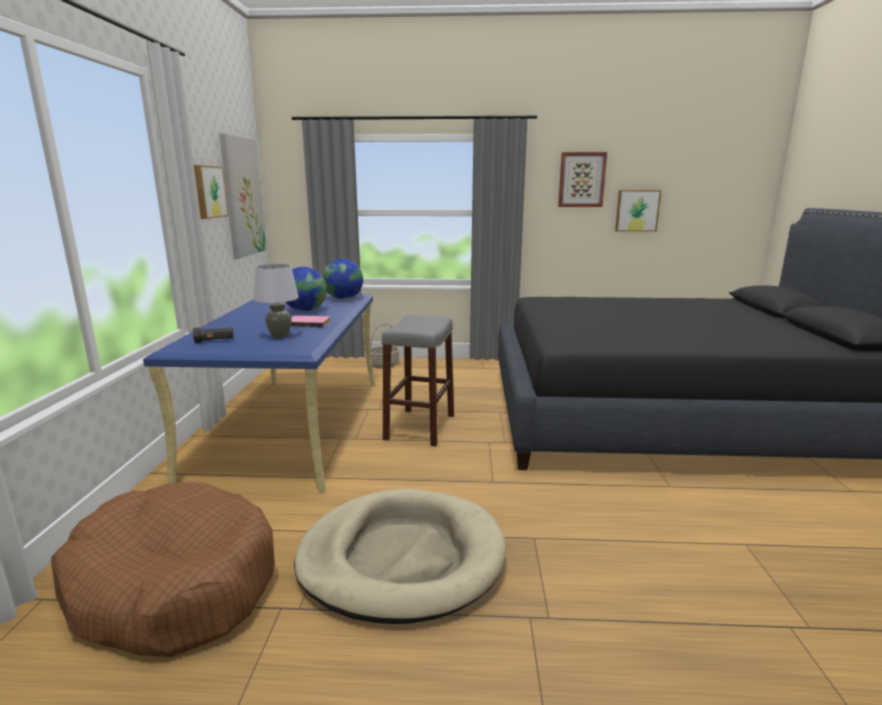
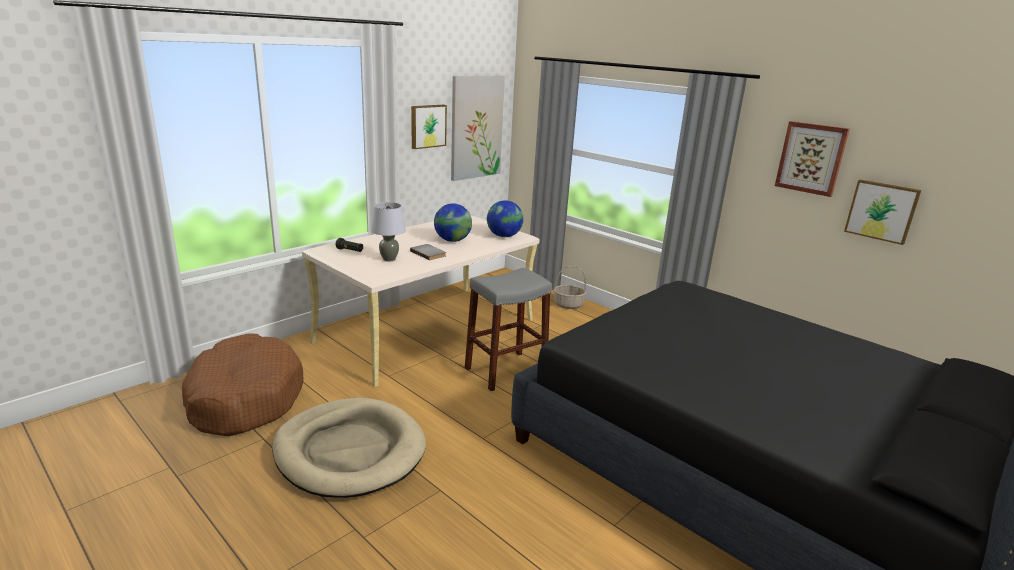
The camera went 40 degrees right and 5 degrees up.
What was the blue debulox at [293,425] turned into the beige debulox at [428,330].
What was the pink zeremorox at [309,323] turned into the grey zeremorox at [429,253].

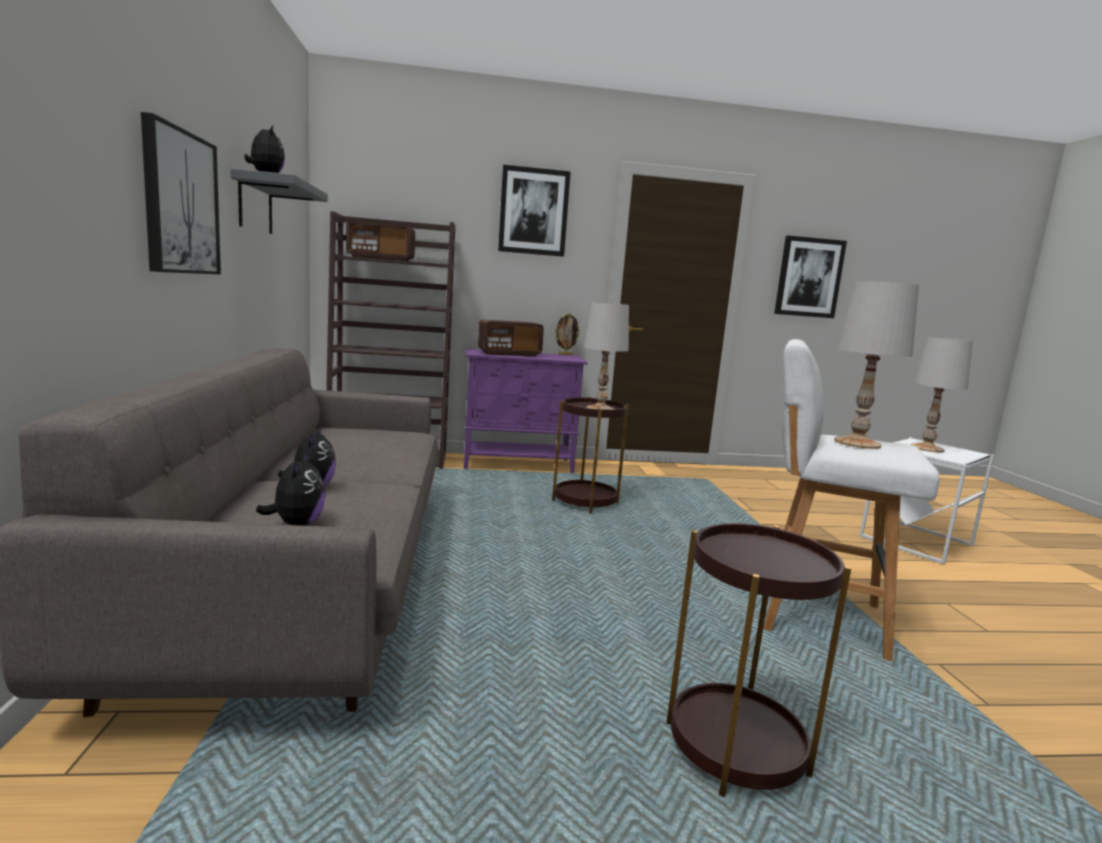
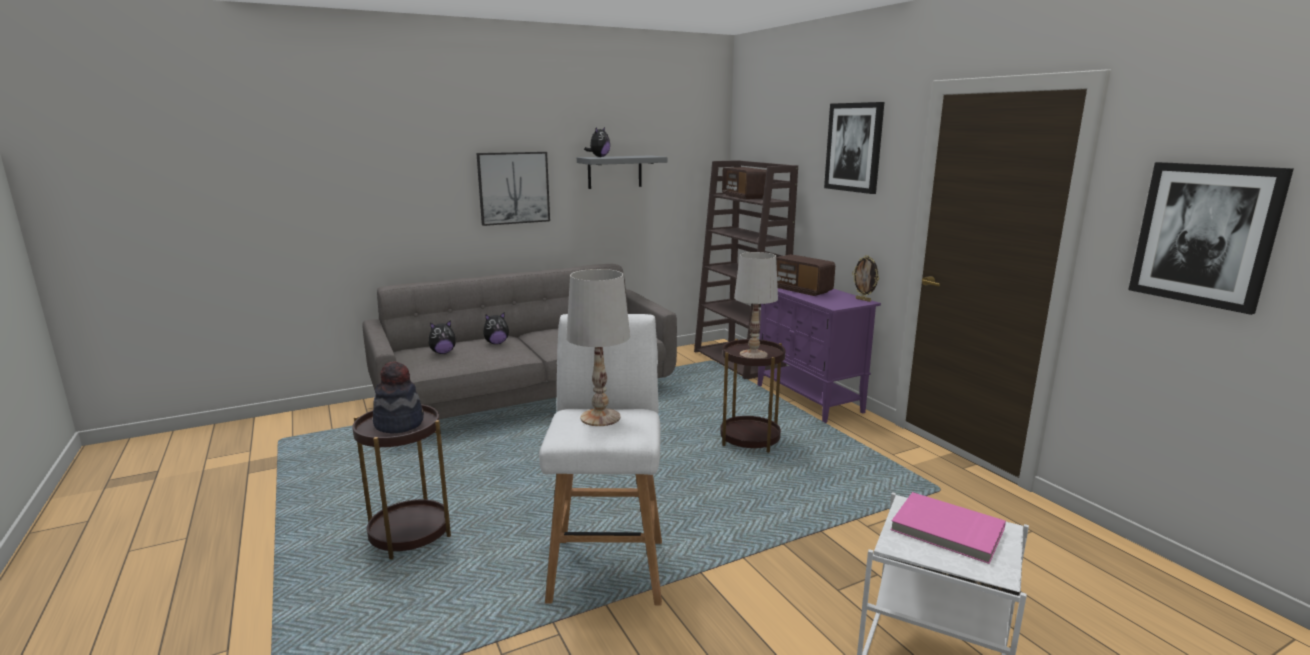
The camera went 70 degrees right and 5 degrees up.
The second view gained the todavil at [399,423].
Where the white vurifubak stood at [927,448], the pink zeremorox came to stand at [946,530].

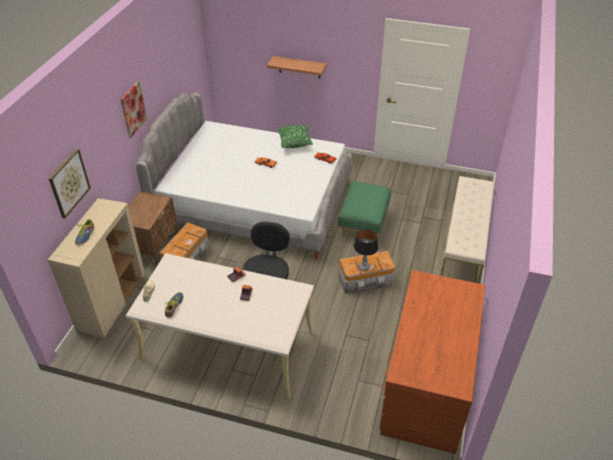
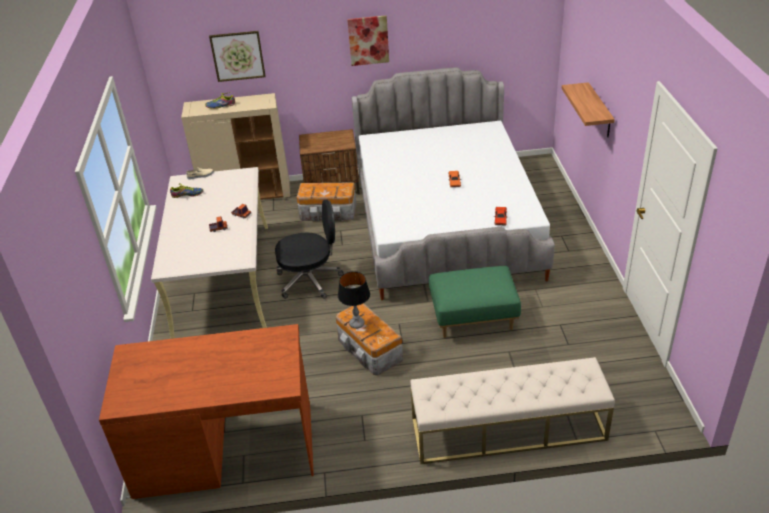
The camera went 70 degrees right and 5 degrees down.
The second view lost the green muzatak at [294,144].

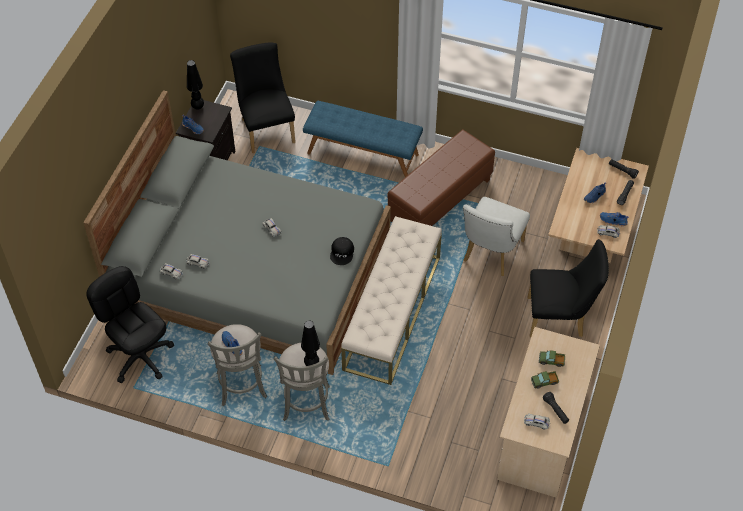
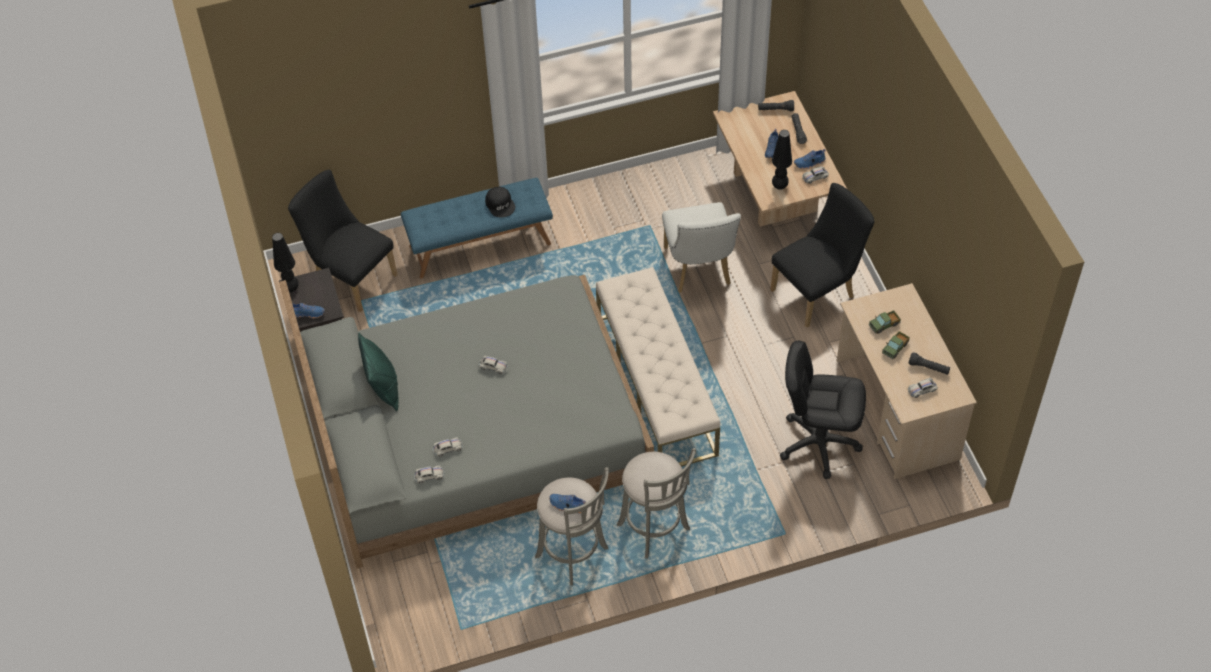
The camera went 35 degrees left and 0 degrees up.
The second view gained the green muzatak at [383,388].
The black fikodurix ended up elsewhere, having gone from [342,253] to [500,204].
The black vurifubak ended up elsewhere, having gone from [312,364] to [779,186].
The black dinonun ended up elsewhere, having gone from [140,356] to [818,443].
The second view lost the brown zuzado at [440,200].

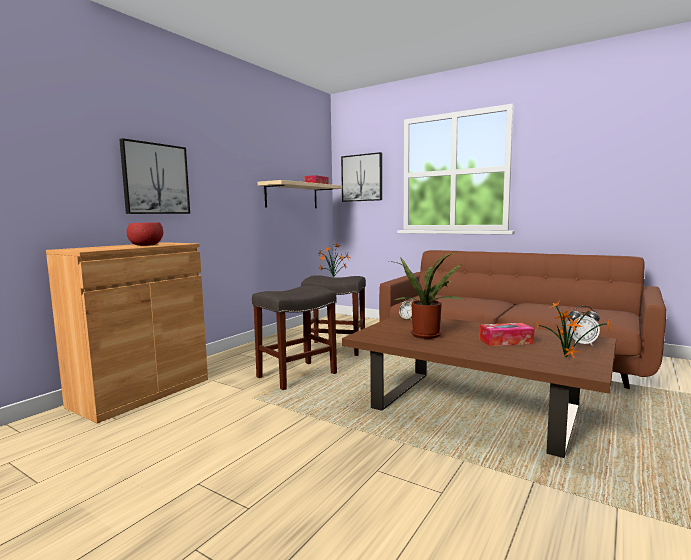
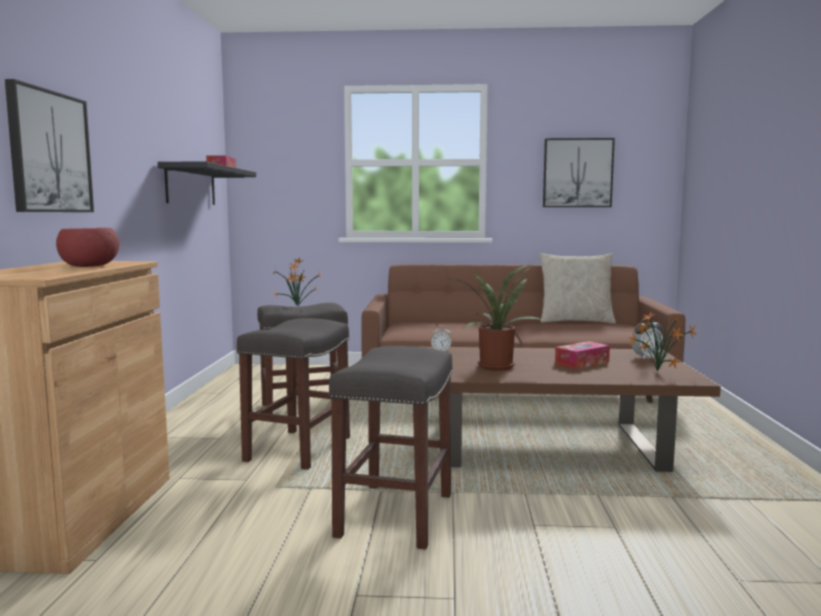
The camera went 30 degrees left and 0 degrees up.
What was the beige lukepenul at [292,196] turned into the black lukepenul at [191,185].
The second view gained the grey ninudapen at [395,514].
The second view gained the beige muzatak at [575,321].
The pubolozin ended up elsewhere, having gone from [362,178] to [577,173].

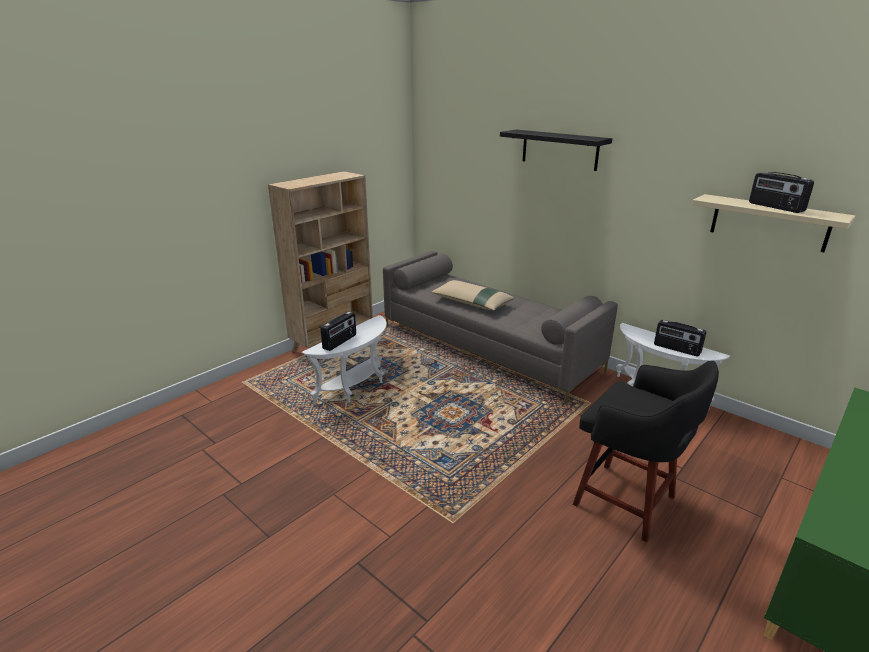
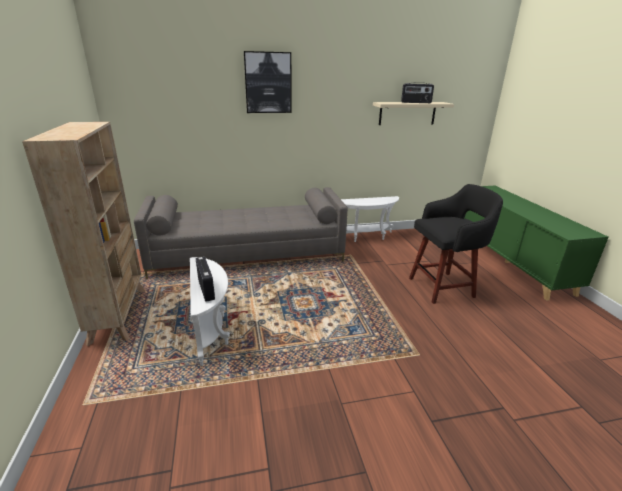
The camera went 55 degrees left and 0 degrees up.
Where the black lukepenul hung at [559,149], the pubolozin came to hang at [268,83].
The second view lost the beige muzatak at [471,302].
The second view lost the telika at [676,349].

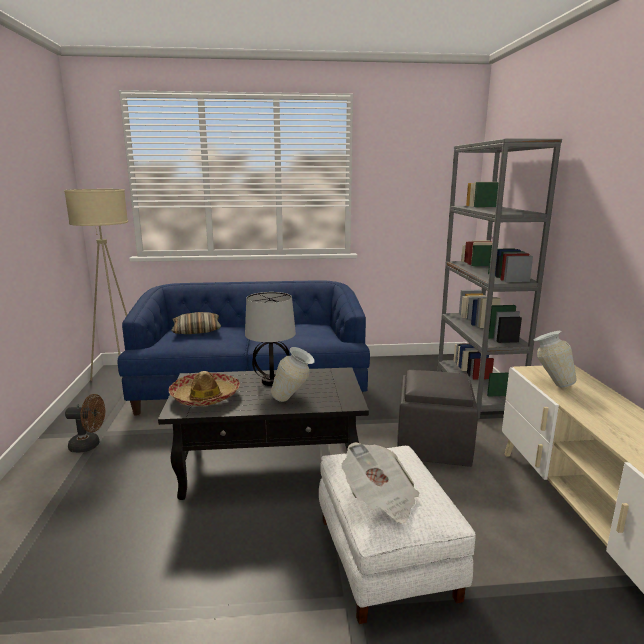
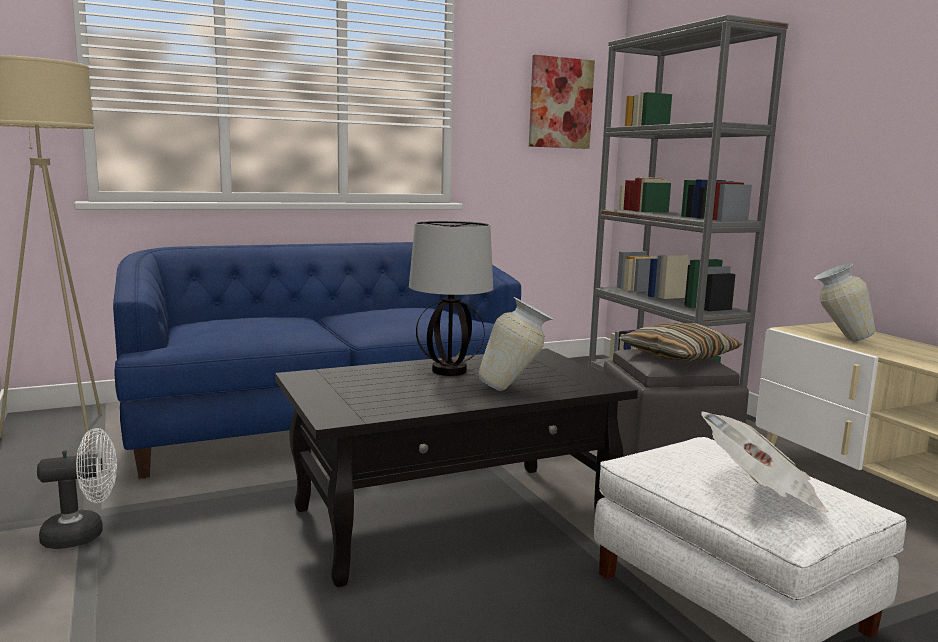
The camera went 20 degrees left and 5 degrees down.
What was the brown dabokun at [89,445] turned into the white dabokun at [83,534].
The second view gained the pubolozin at [560,103].
The muzatak ended up elsewhere, having gone from [196,330] to [678,356].
The second view lost the todavil at [205,396].

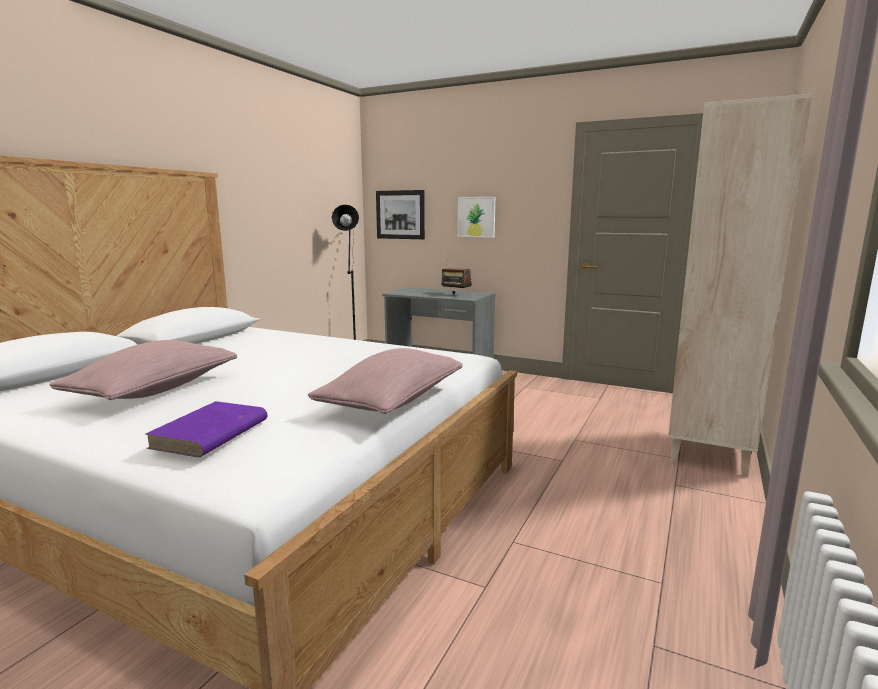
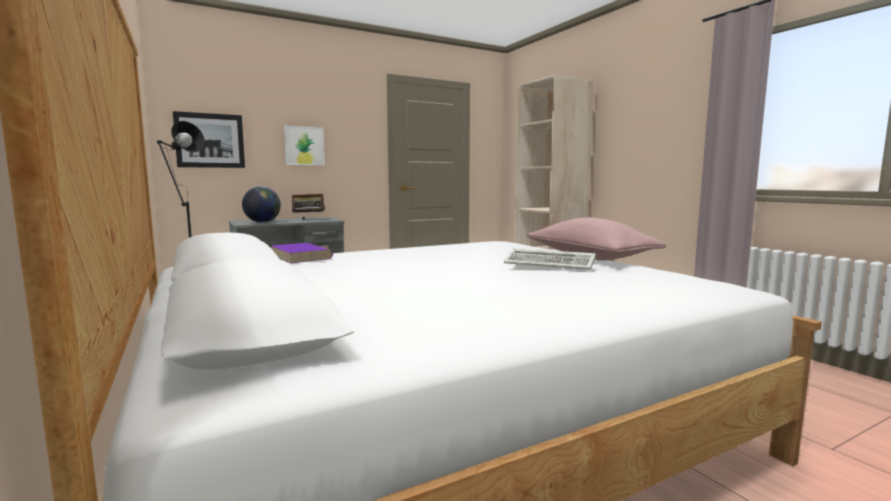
The camera went 55 degrees left and 5 degrees down.
The second view gained the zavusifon at [262,222].
The purple zeremorox ended up elsewhere, having gone from [210,434] to [301,257].
The second view gained the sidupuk at [551,263].
The second view lost the pink muzatak at [155,390].

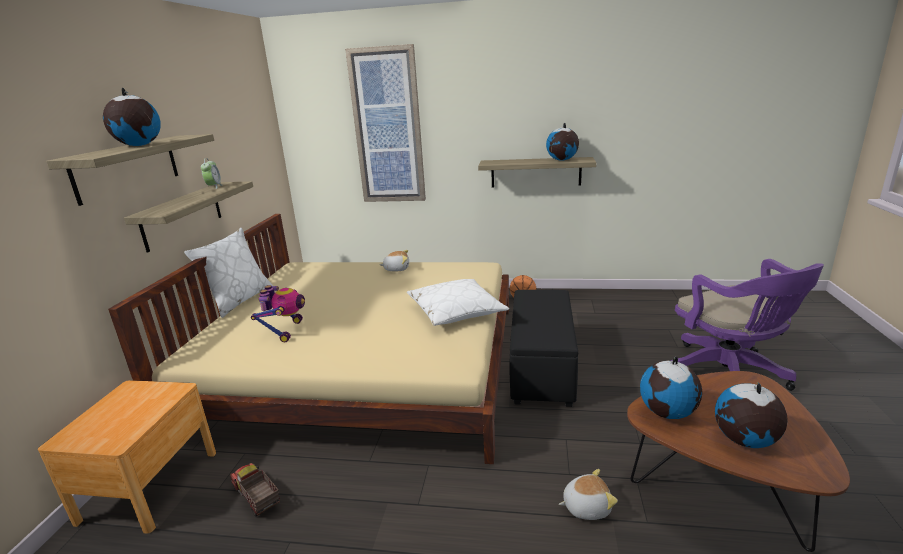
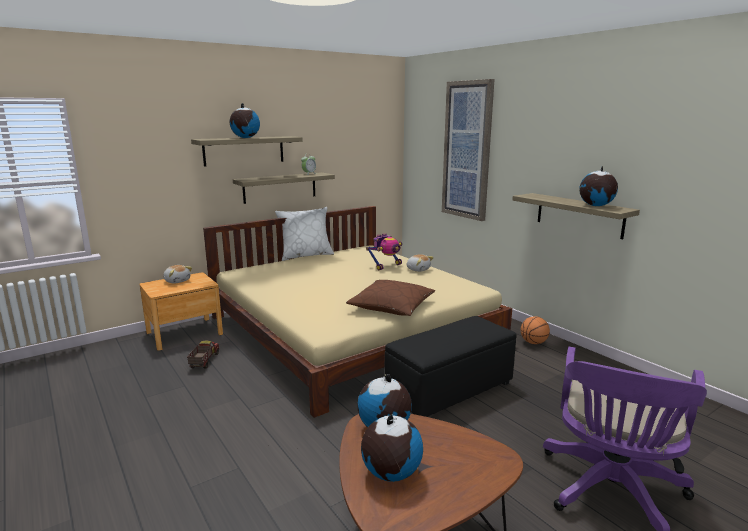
The camera went 45 degrees right and 5 degrees down.
The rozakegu ended up elsewhere, having gone from [586,506] to [177,281].
What was the white muzatak at [456,311] turned into the brown muzatak at [392,306].
The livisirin ended up elsewhere, having gone from [286,331] to [386,266].

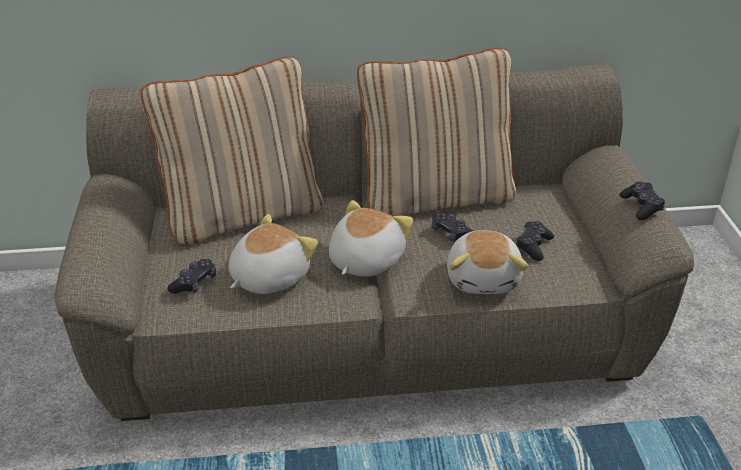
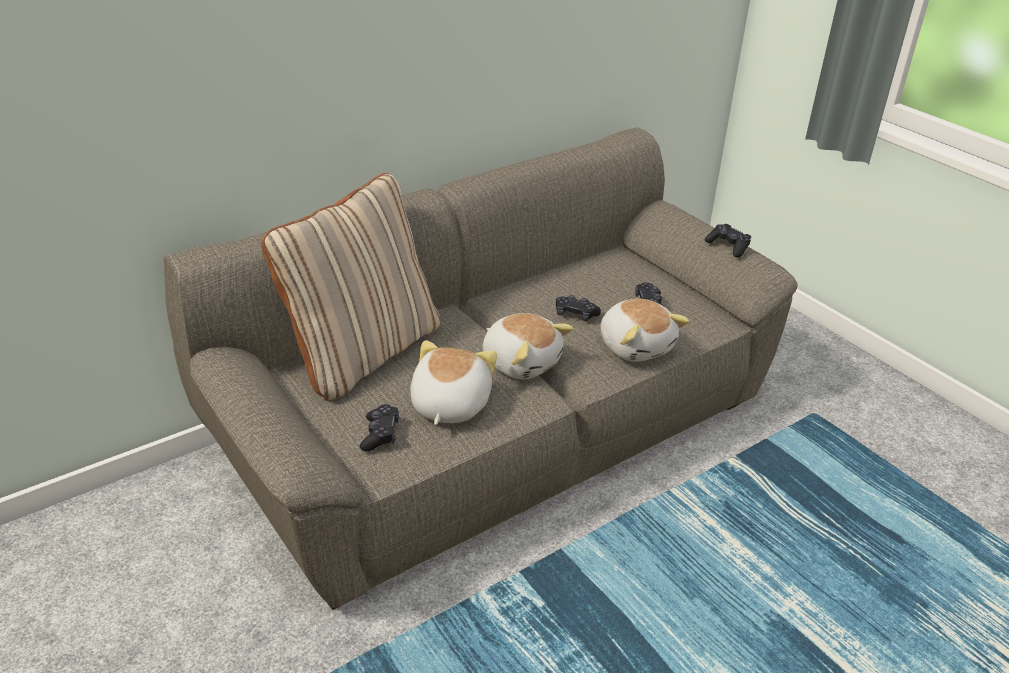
The camera went 30 degrees left and 0 degrees up.
The rozakegu at [364,261] ended up facing another way, 135 degrees clockwise from before.
The second view lost the beige muzatak at [436,197].

